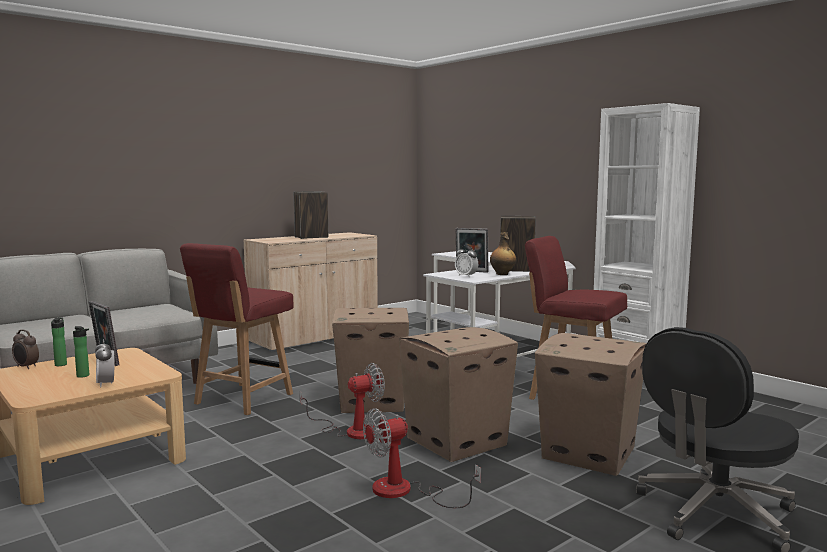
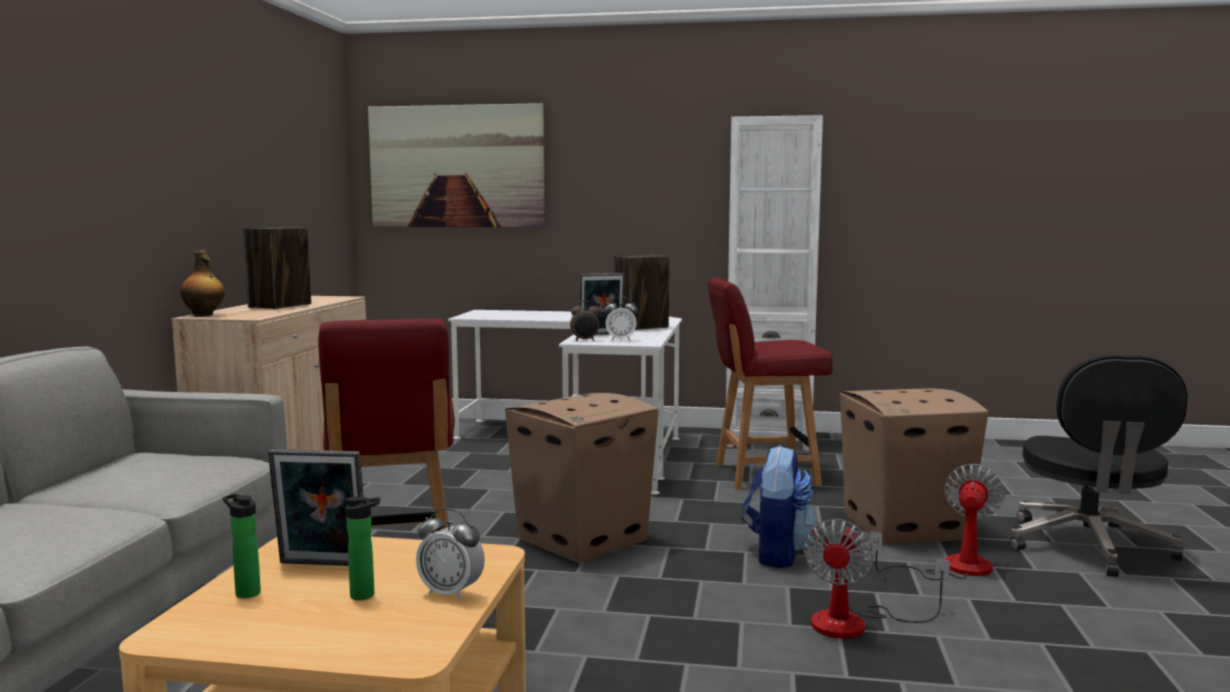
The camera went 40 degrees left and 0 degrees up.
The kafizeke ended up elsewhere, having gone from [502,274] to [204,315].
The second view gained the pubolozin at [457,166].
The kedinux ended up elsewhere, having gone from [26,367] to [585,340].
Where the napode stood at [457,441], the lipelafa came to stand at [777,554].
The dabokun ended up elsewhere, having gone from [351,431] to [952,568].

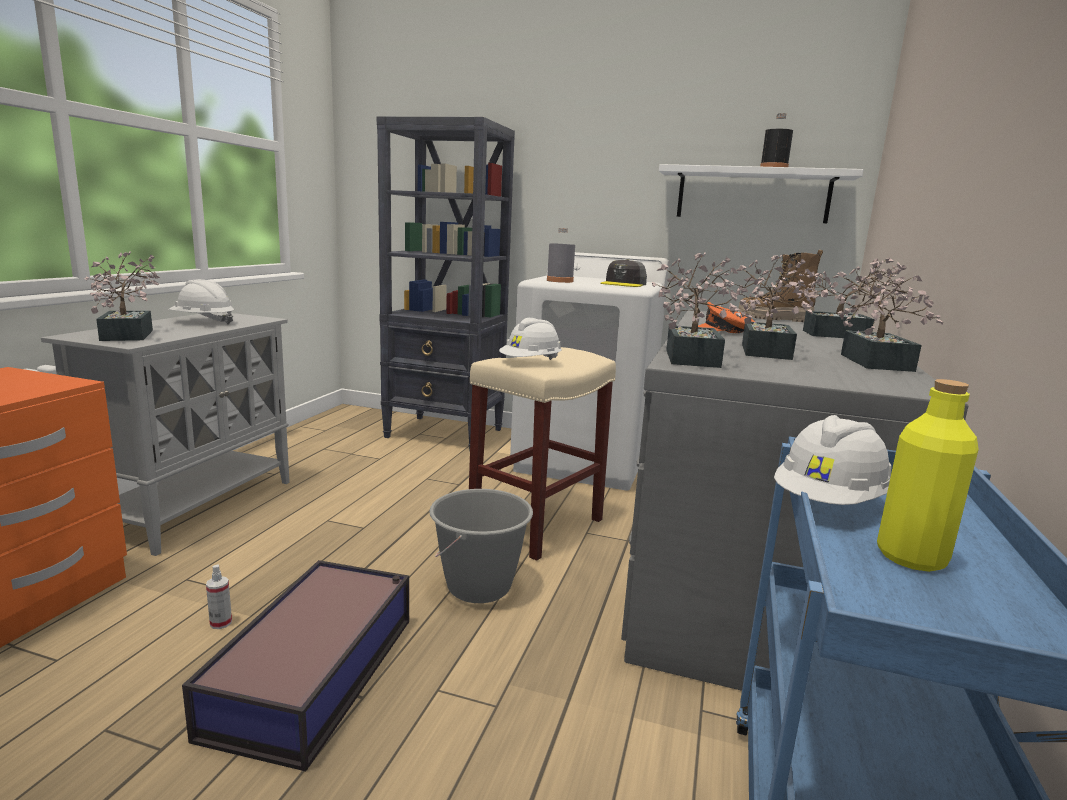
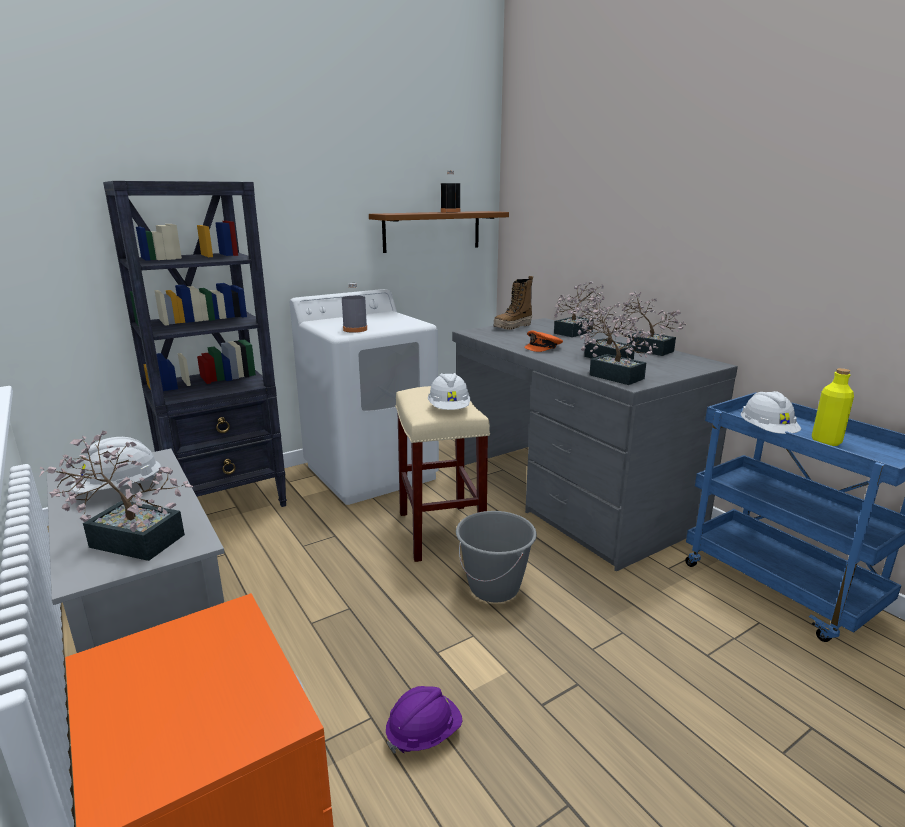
The camera went 50 degrees left and 5 degrees up.
What was the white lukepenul at [752,195] turned into the brown lukepenul at [432,231].
Where the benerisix stood at [221,623], the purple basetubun came to stand at [424,734].
The second view lost the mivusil at [317,672].
The second view lost the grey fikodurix at [623,284].

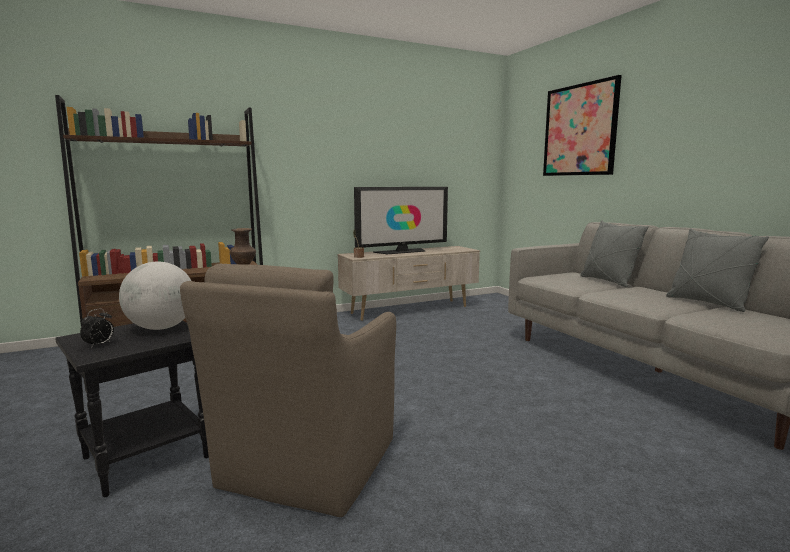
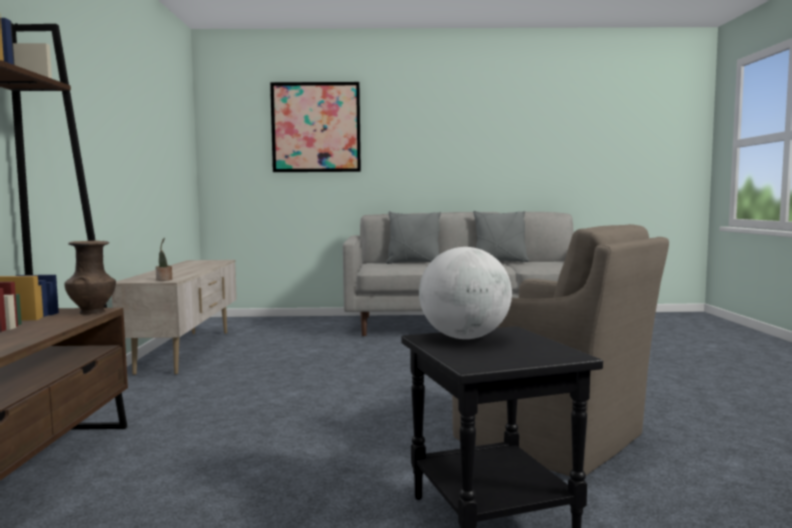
The camera went 65 degrees left and 5 degrees down.
The second view lost the kedinux at [99,345].
The second view lost the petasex at [402,251].

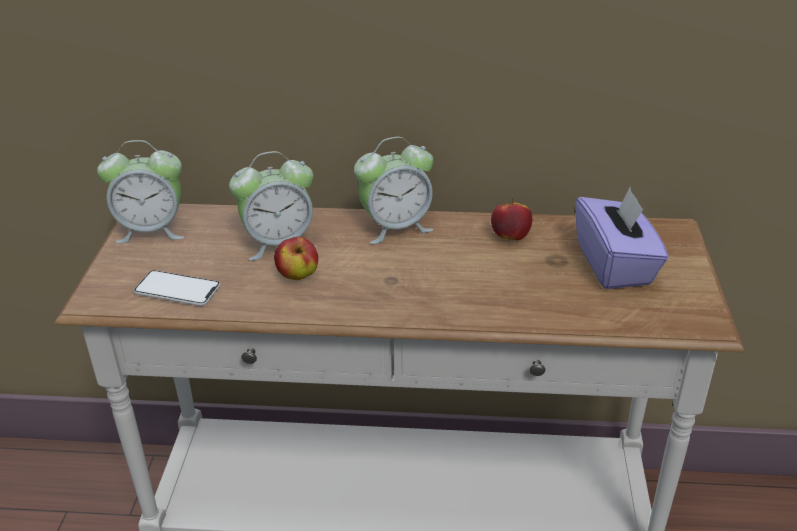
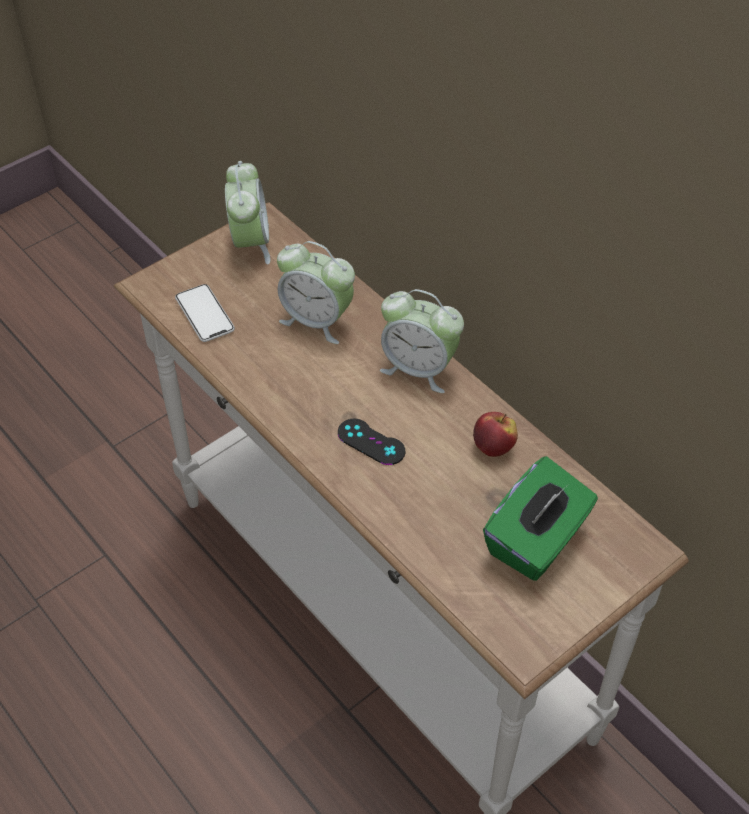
The camera went 45 degrees right and 15 degrees up.
The kedinux at [152,230] ended up facing another way, 135 degrees counterclockwise from before.
The second view gained the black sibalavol at [371,442].
What was the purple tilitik at [615,265] turned into the green tilitik at [537,540].
The second view lost the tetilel at [297,276].

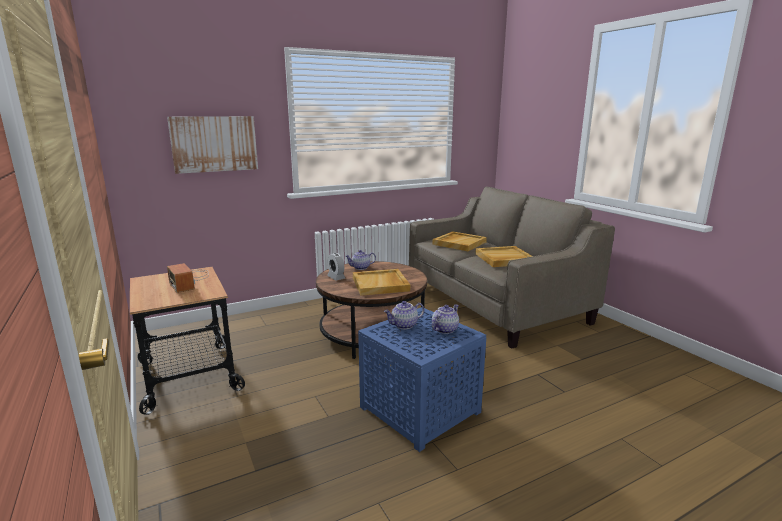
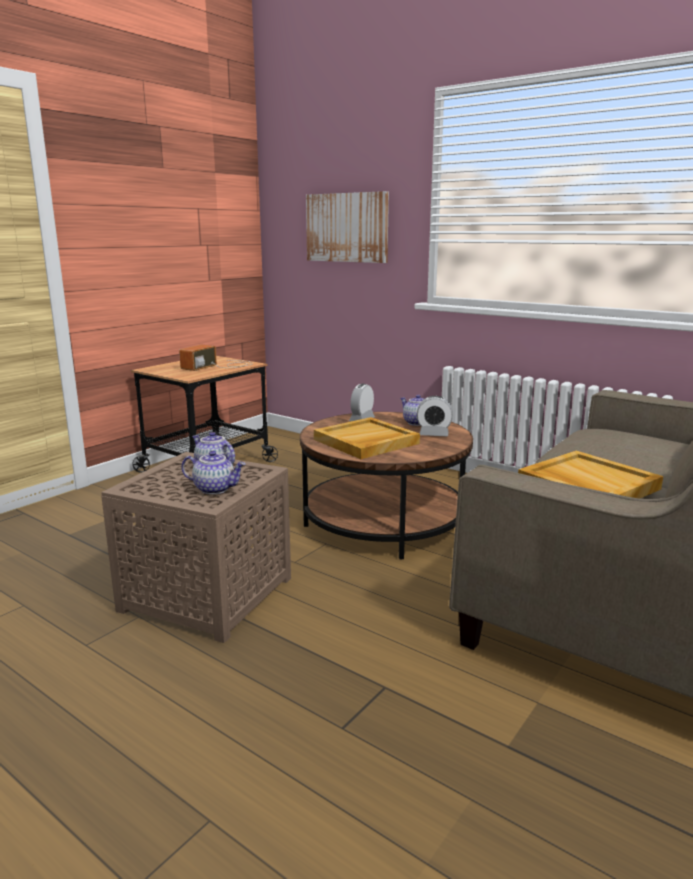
The camera went 65 degrees right and 0 degrees up.
What was the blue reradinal at [422,410] turned into the brown reradinal at [208,595].
The second view gained the kedinux at [433,434].
The second view lost the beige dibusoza at [459,243].

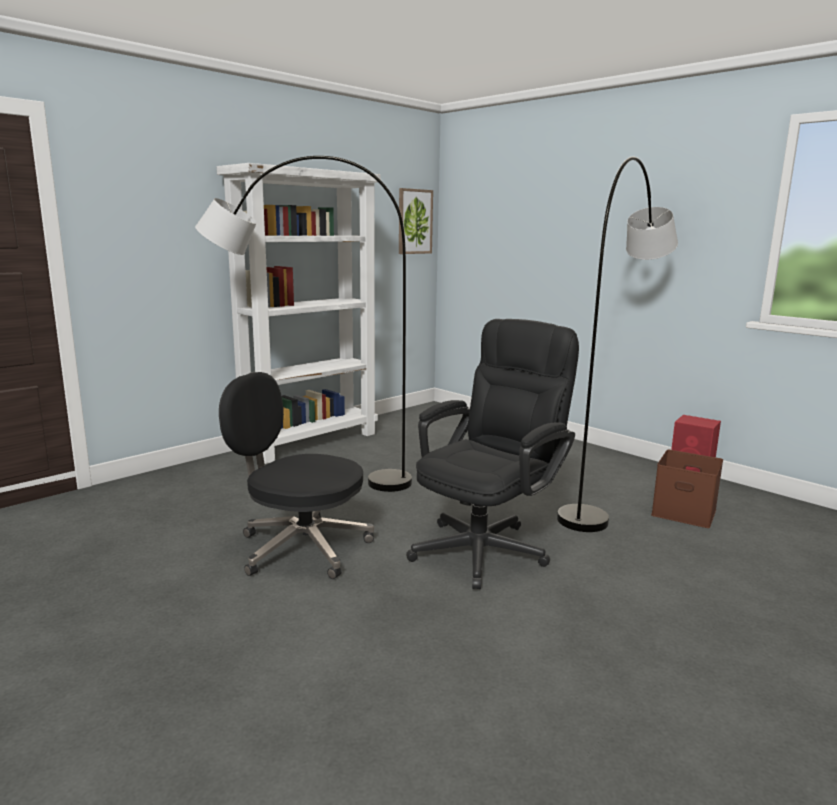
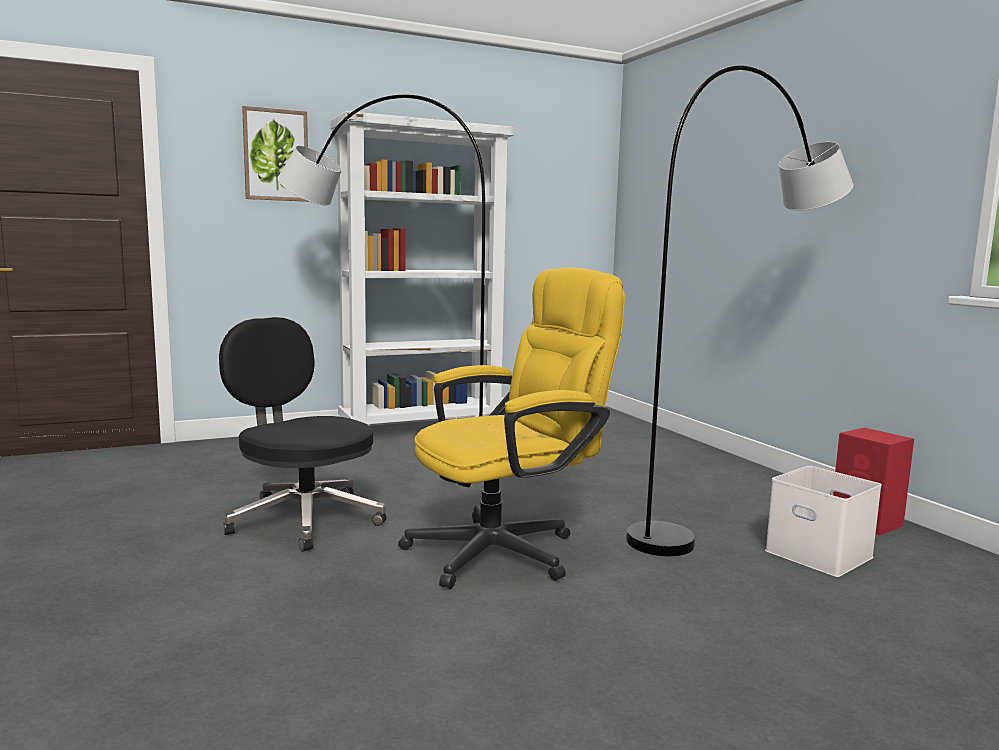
The camera went 20 degrees right and 5 degrees down.
The pubolozin ended up elsewhere, having gone from [414,221] to [276,155].
What was the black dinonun at [487,546] turned into the yellow dinonun at [508,549].
What was the brown mivusil at [682,512] turned into the white mivusil at [816,554].

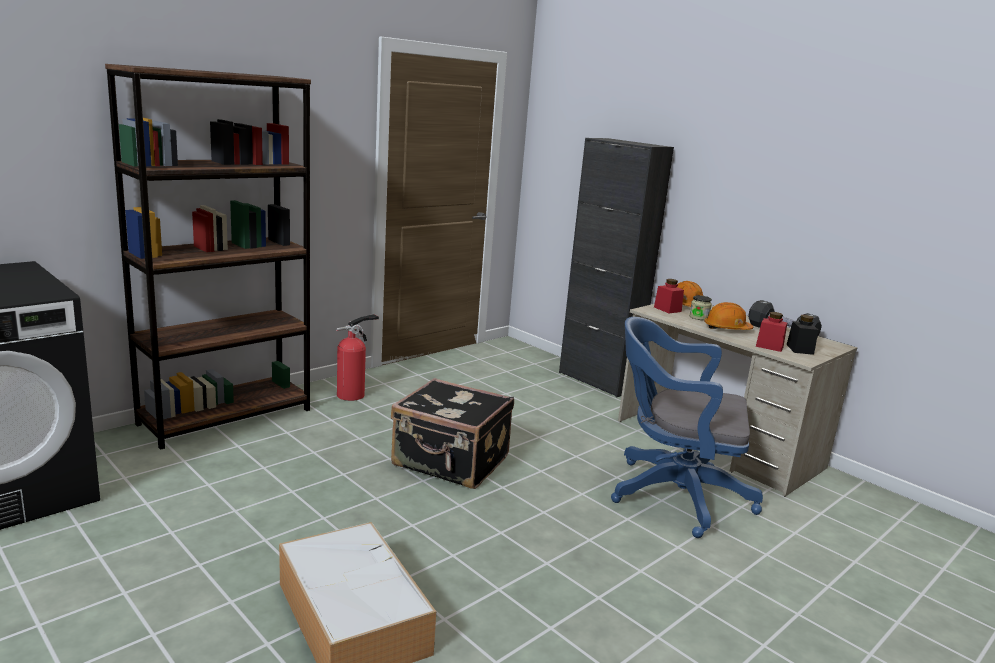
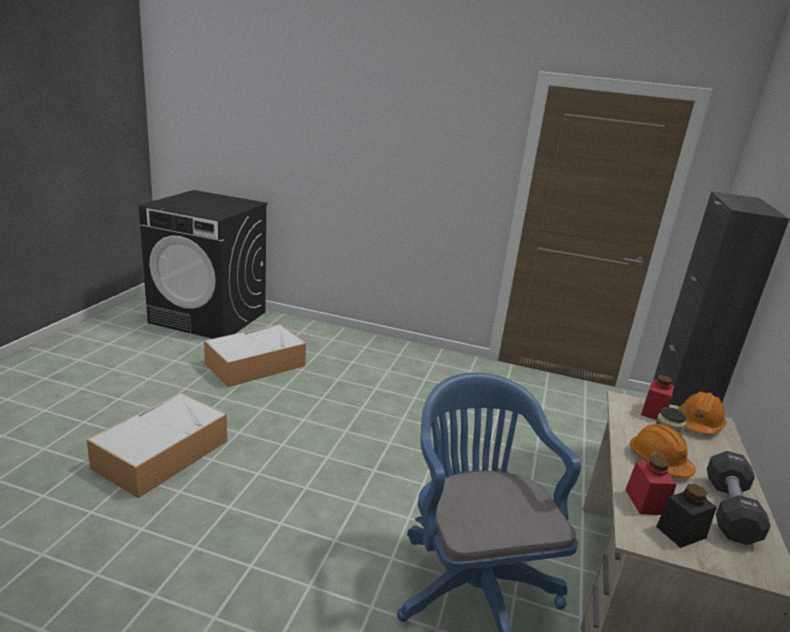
The camera went 60 degrees right and 5 degrees up.
The second view gained the mivusil at [256,364].
The second view lost the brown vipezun at [226,417].
The second view lost the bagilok at [353,394].
The second view lost the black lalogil at [450,462].

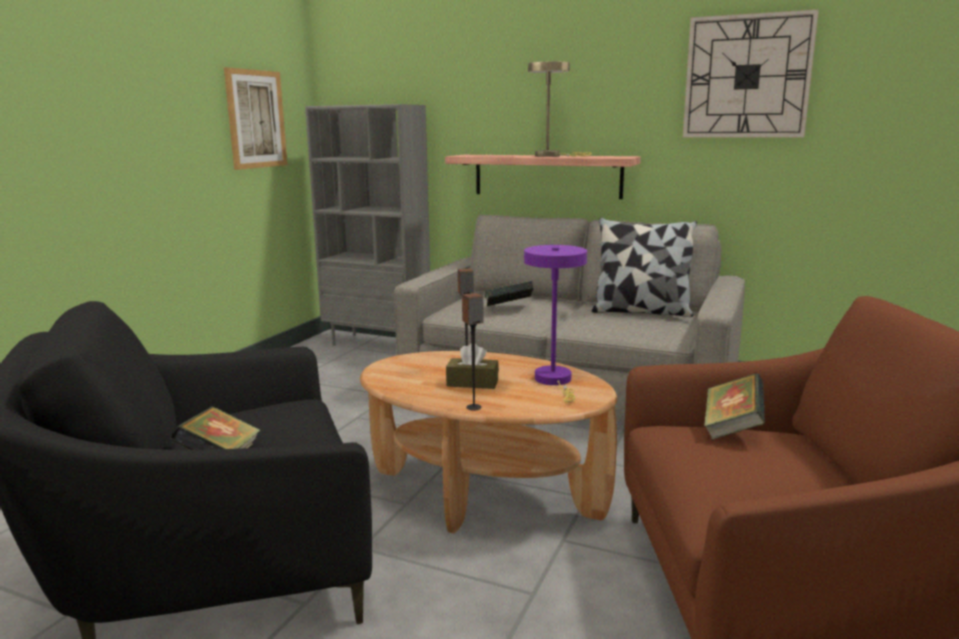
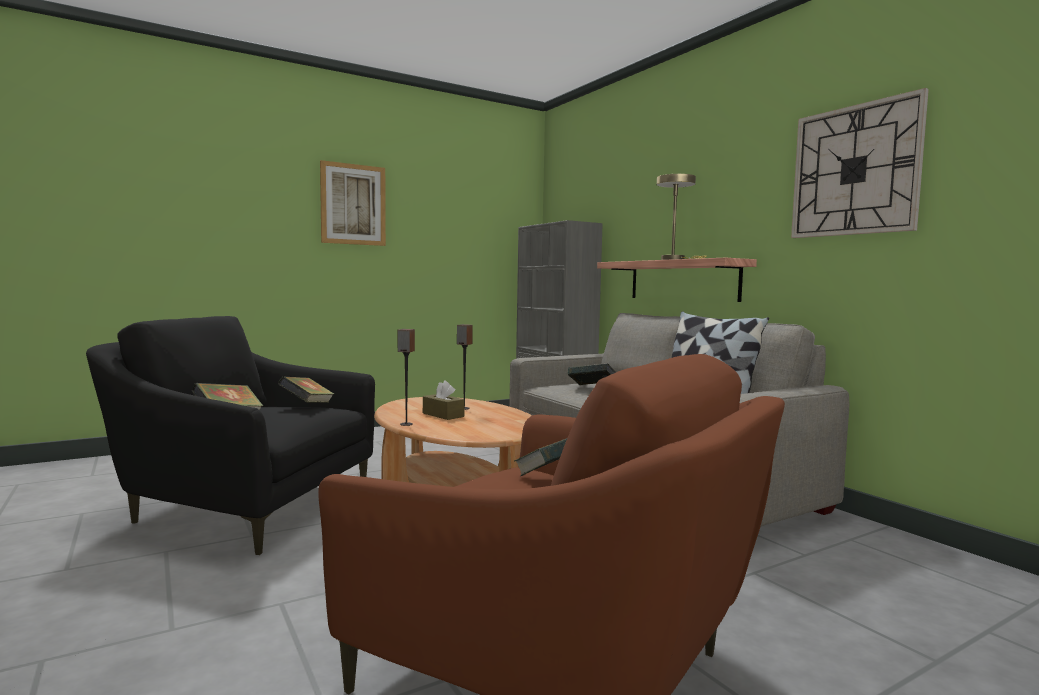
The camera went 35 degrees right and 10 degrees down.
The second view gained the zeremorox at [307,406].
The pubolozin ended up elsewhere, having gone from [256,119] to [353,204].
The second view lost the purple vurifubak at [555,381].

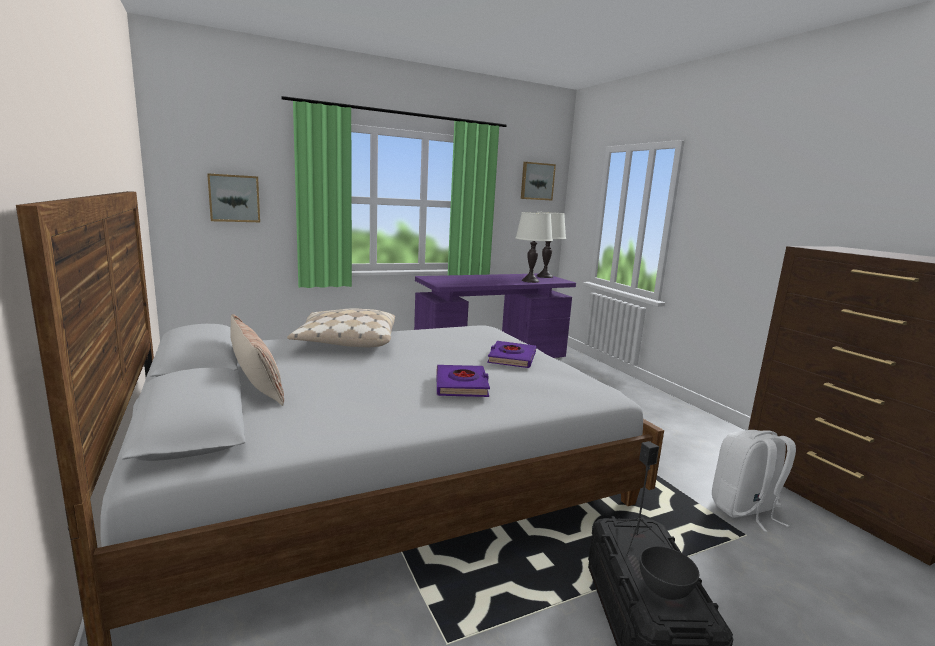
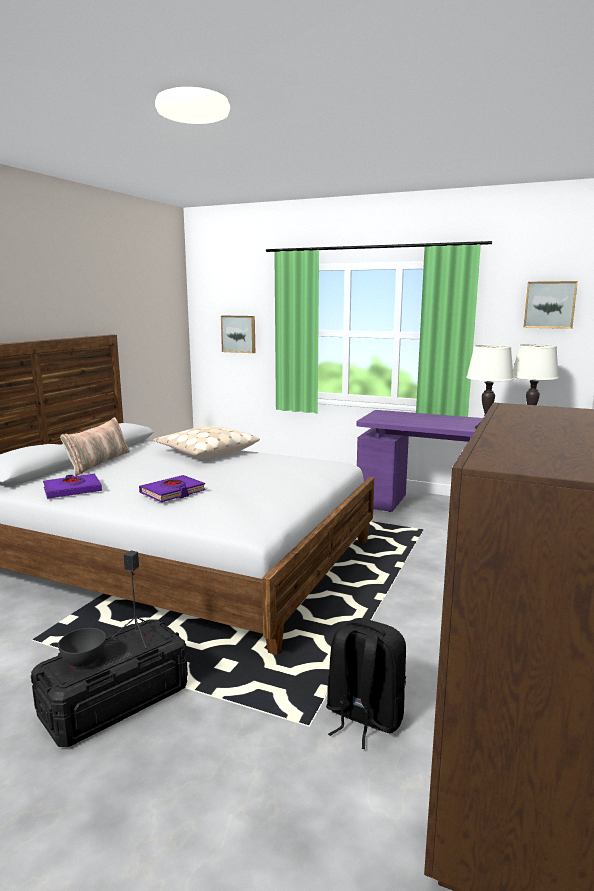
The camera went 50 degrees right and 0 degrees up.
The purple zeremorox ended up elsewhere, having gone from [511,358] to [72,490].
What was the white lipelafa at [745,510] turned into the black lipelafa at [363,717].

